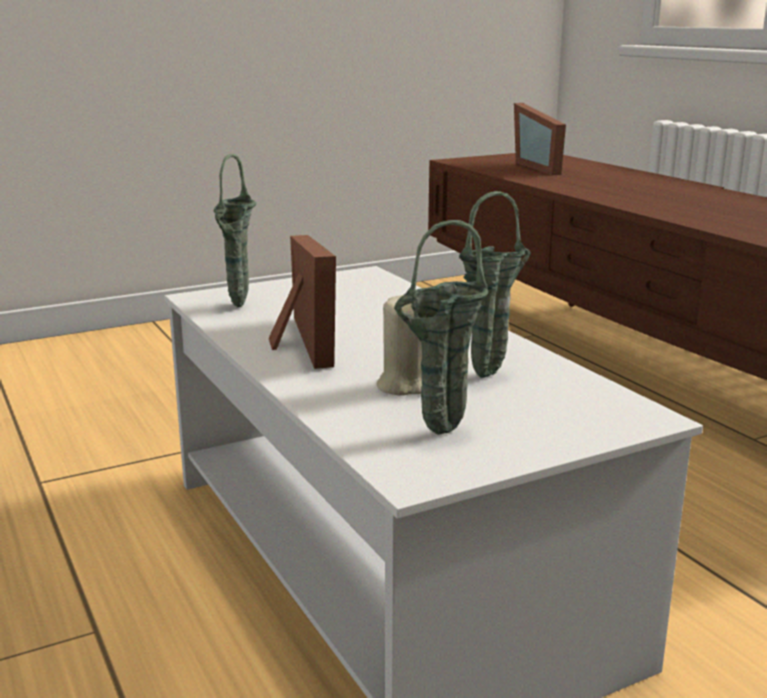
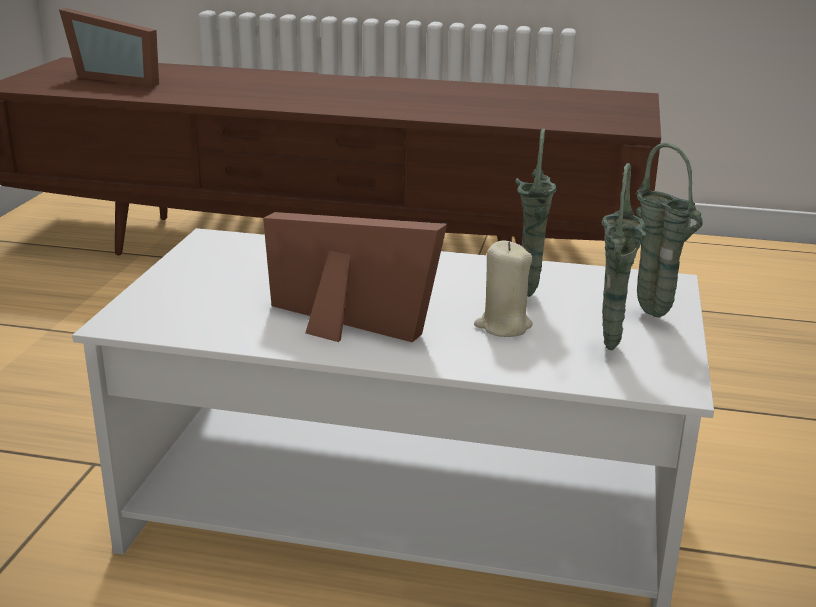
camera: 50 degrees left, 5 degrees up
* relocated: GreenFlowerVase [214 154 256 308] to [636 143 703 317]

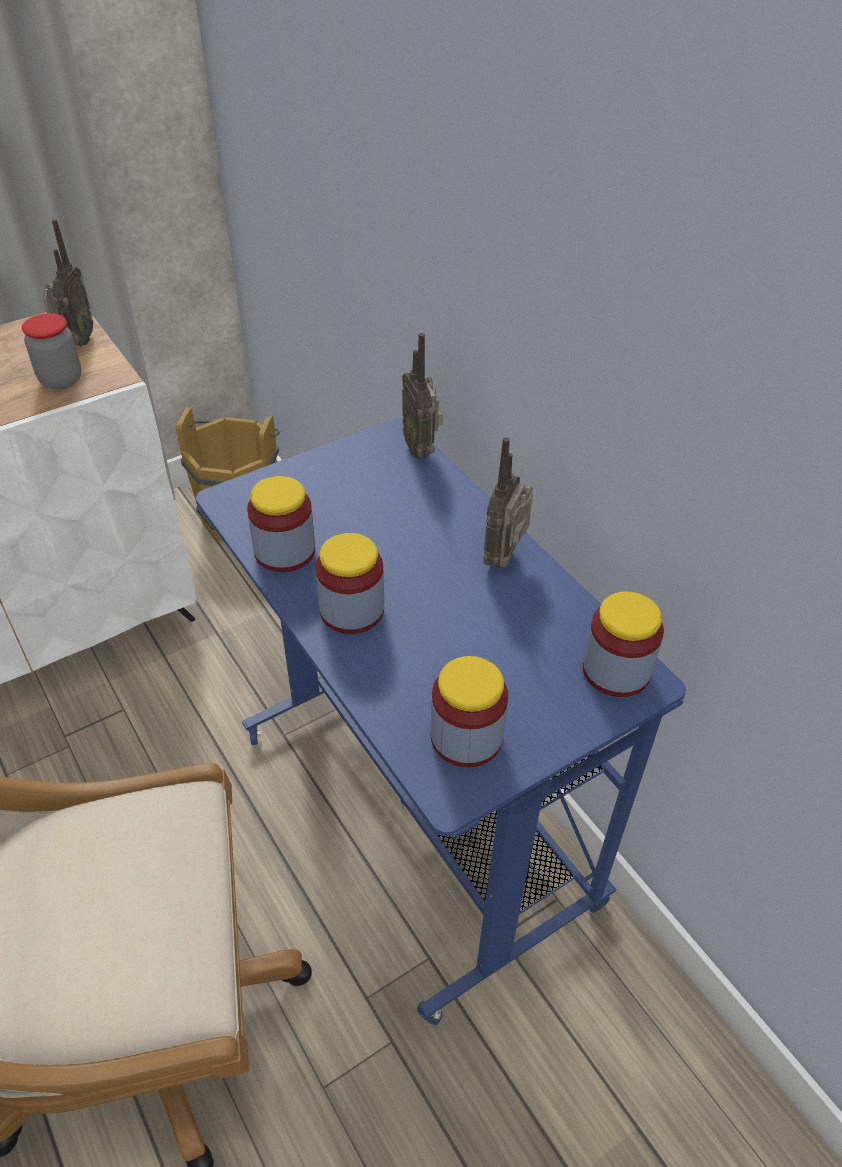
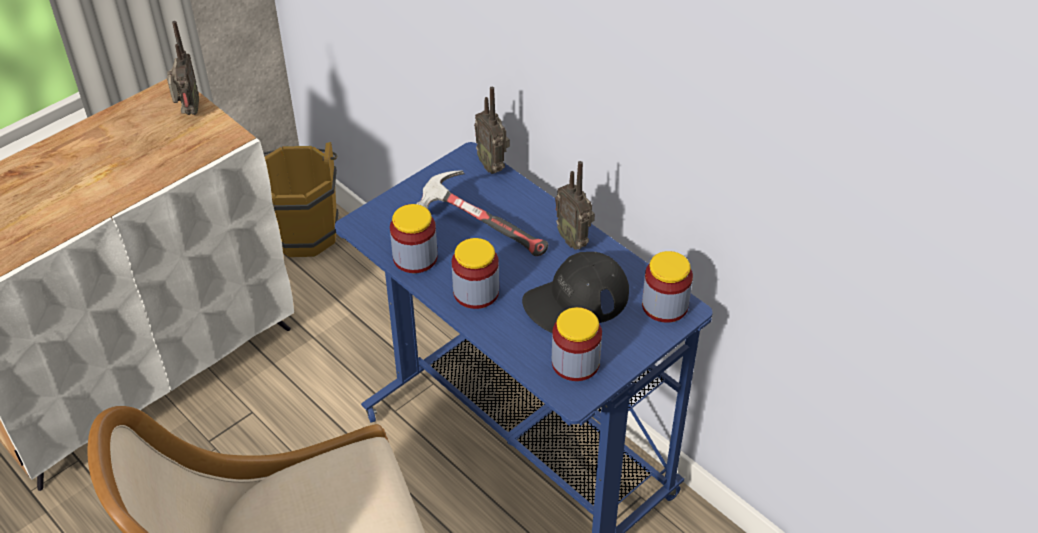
camera: 10 degrees left, 0 degrees up
* appeared: HandHammer [416 170 548 256]
* appeared: BlackishPeakedCap [522 252 629 333]
* spun: RadioReceiver [483 437 533 568] = [555 161 595 250] 45 degrees counterclockwise
* missing: StorageJar [22 313 82 389]

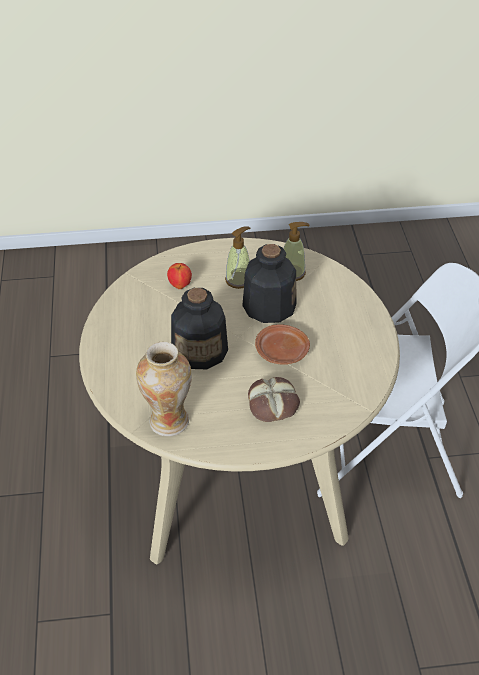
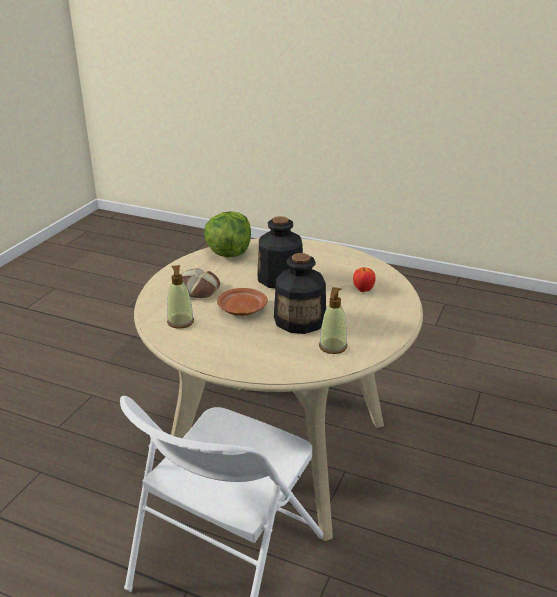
camera: 120 degrees right, 15 degrees down
* relocated: LiquidSoapBottle [225 226 250 289] to [167 265 194 329]
* exchanged: FlowerVase [136 342 192 436] to HeadOfLettuce [204 211 251 257]

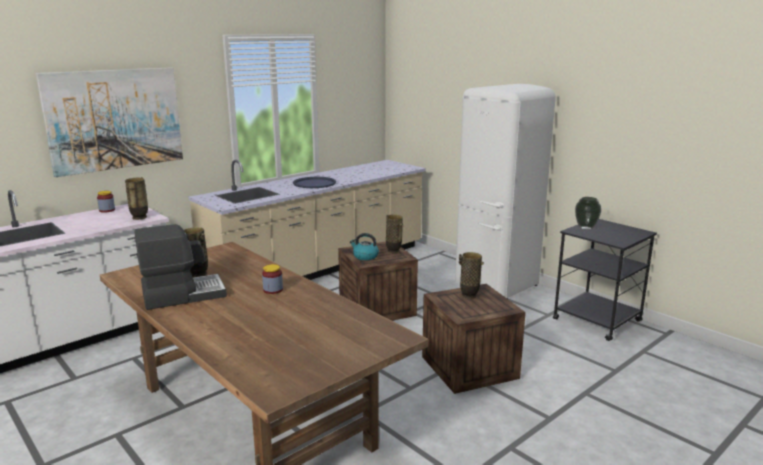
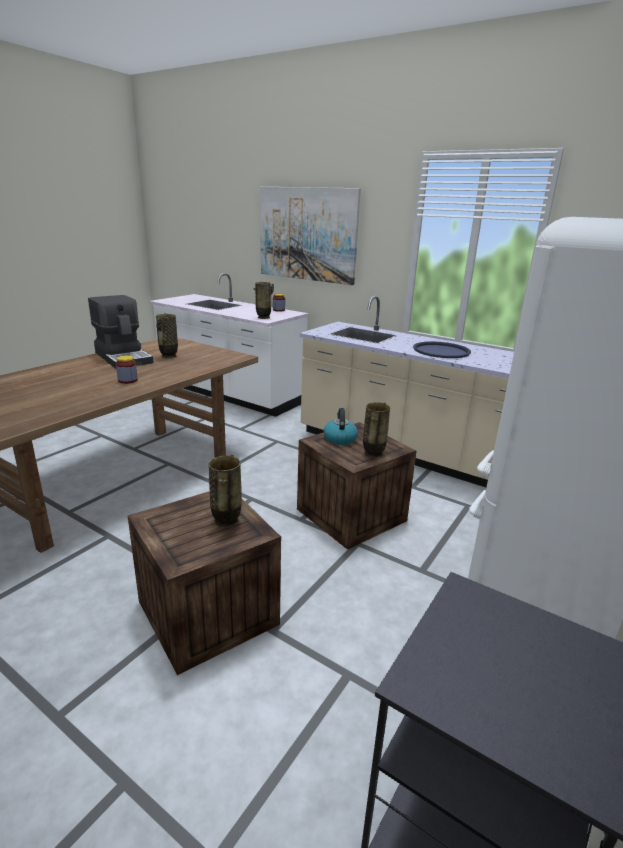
camera: 75 degrees right, 5 degrees up
* missing: FlowerVase [575 197 601 230]

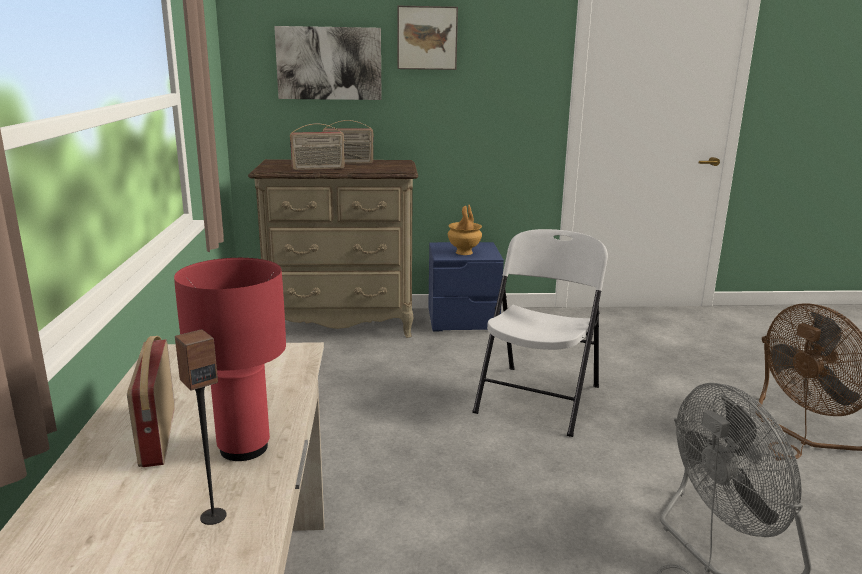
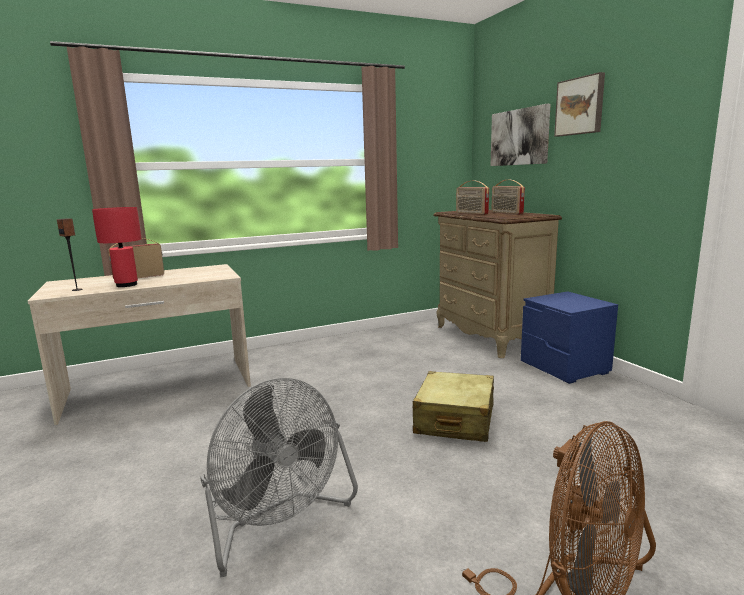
camera: 70 degrees right, 5 degrees down
* exchanged: WhiteColouredUprightChair [472 229 608 437] to BeigeSuitcase [413 371 494 442]
* missing: BrownishFlowerVase [448 205 482 255]

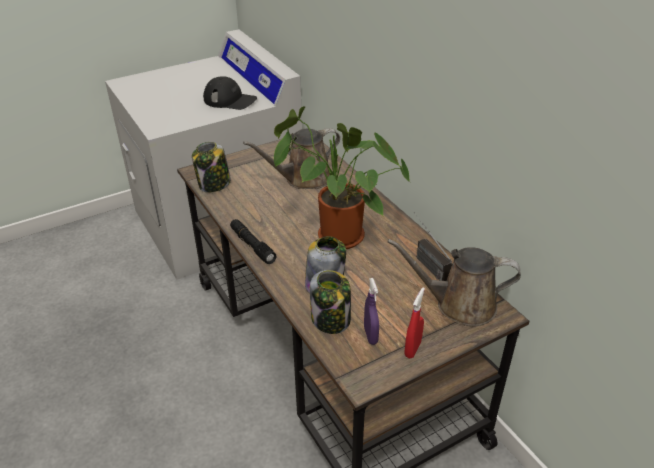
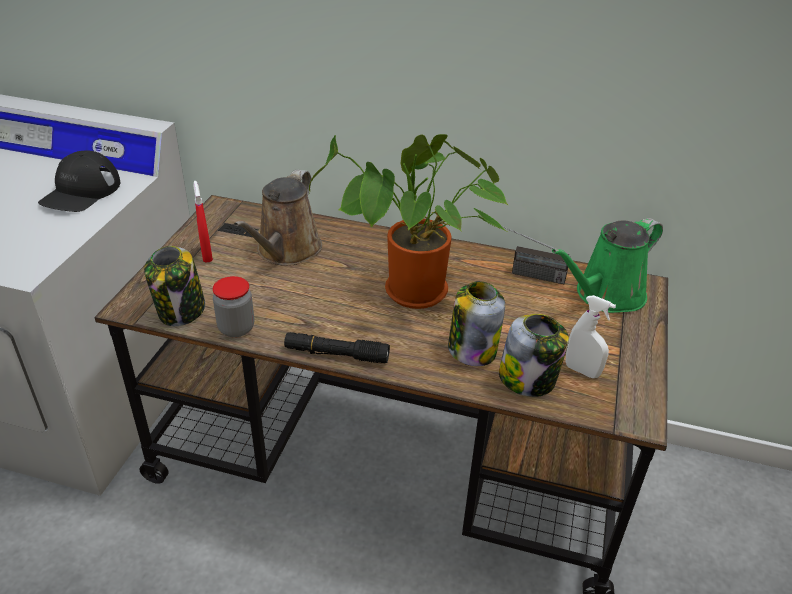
camera: 45 degrees left, 0 degrees up
* spun: BlackishPeakedCap [203 76 257 110] = [38 150 120 212] 135 degrees clockwise
* relocated: RedSprayBottle [405 288 425 358] to [193 181 213 263]
* appeared: StorageJar [213 276 254 337]
* colour: BrownishSprinklingCan [388 239 521 326] to GreenSprinklingCan [552 218 663 313]
* colour: PurpleColouredSprayBottle [364 278 379 345] to WhiteColouredSprayBottle [565 295 616 378]

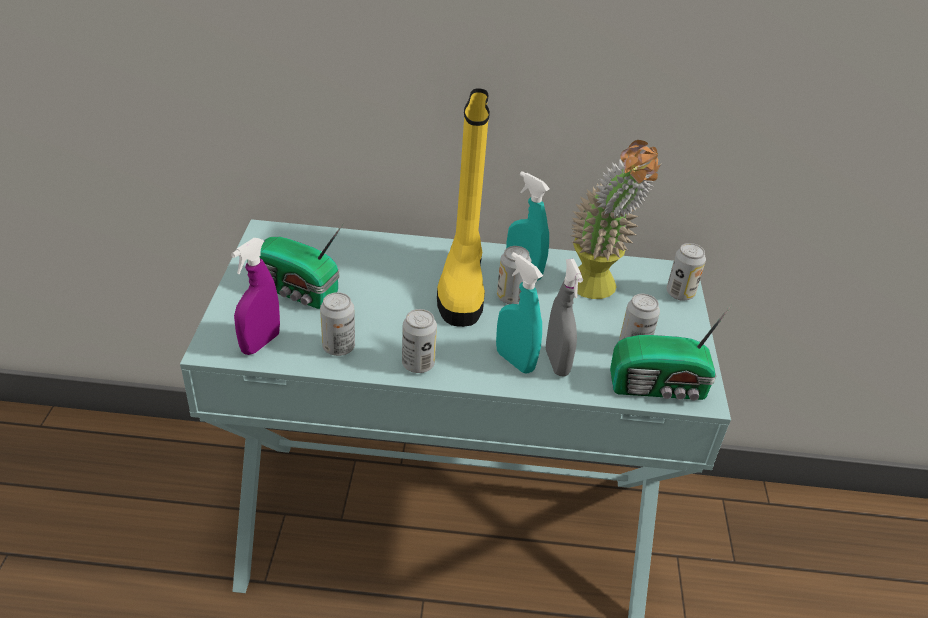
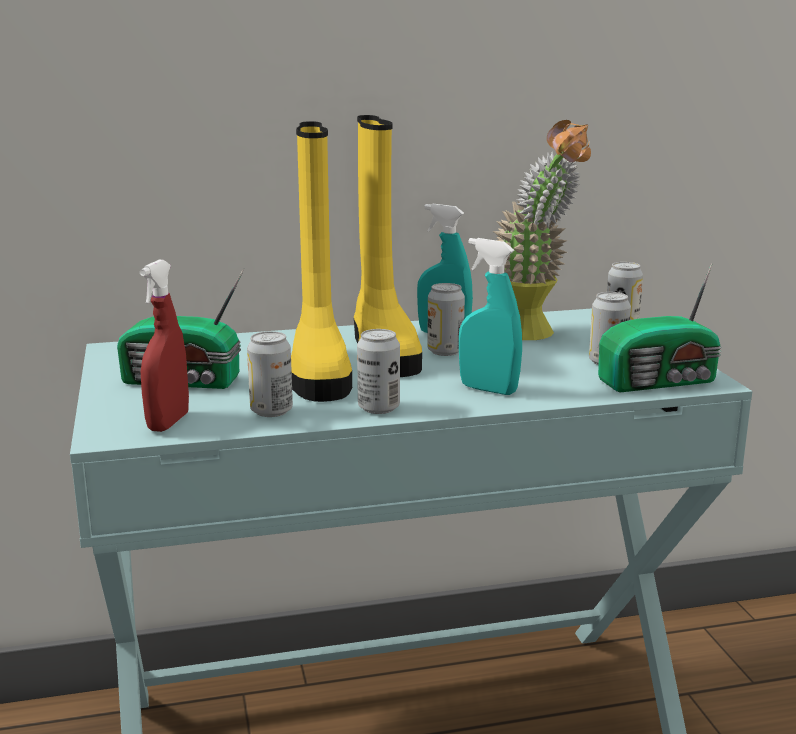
camera: 15 degrees left, 20 degrees down
* colour: PurpleColouredSprayBottle [231 238 280 355] to RedSprayBottle [139 260 189 432]
* appeared: YellowColouredTallBoot [291 121 352 402]
* missing: GraySprayBottle [546 259 583 376]

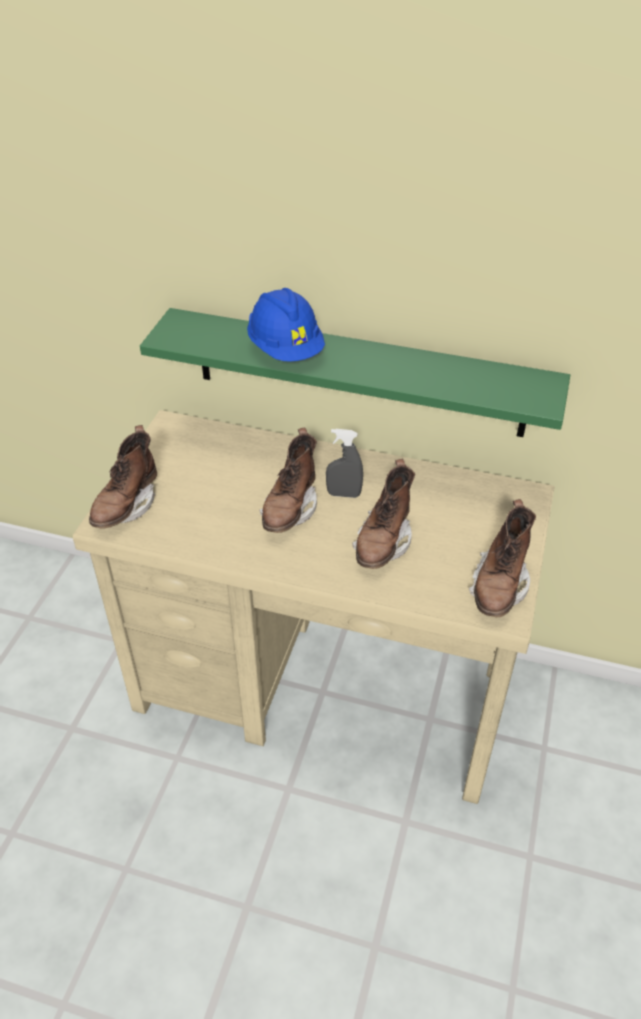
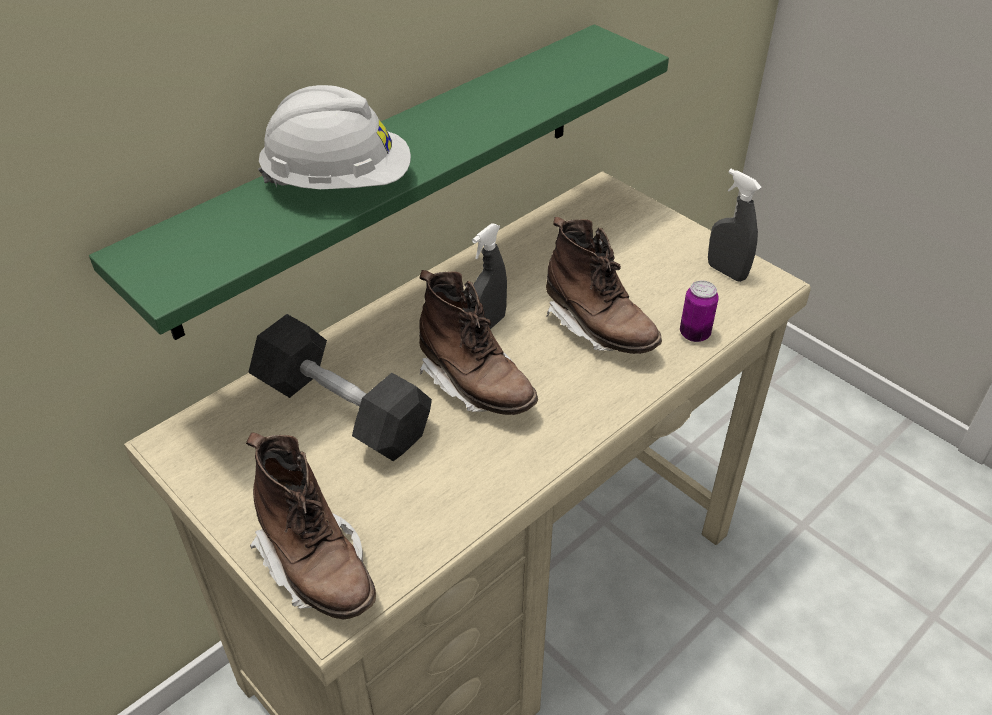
camera: 60 degrees left, 0 degrees up
* appeared: BlackishDumbbell [248 314 432 461]
* colour: BluishWorkHelmet [247 288 325 362] to WhiteColouredWorkHelmet [258 85 411 189]
* appeared: MetalCan [680 280 719 342]
* exchanged: BrownishTallBoot [469 499 536 617] to GraySprayBottle [708 169 762 282]

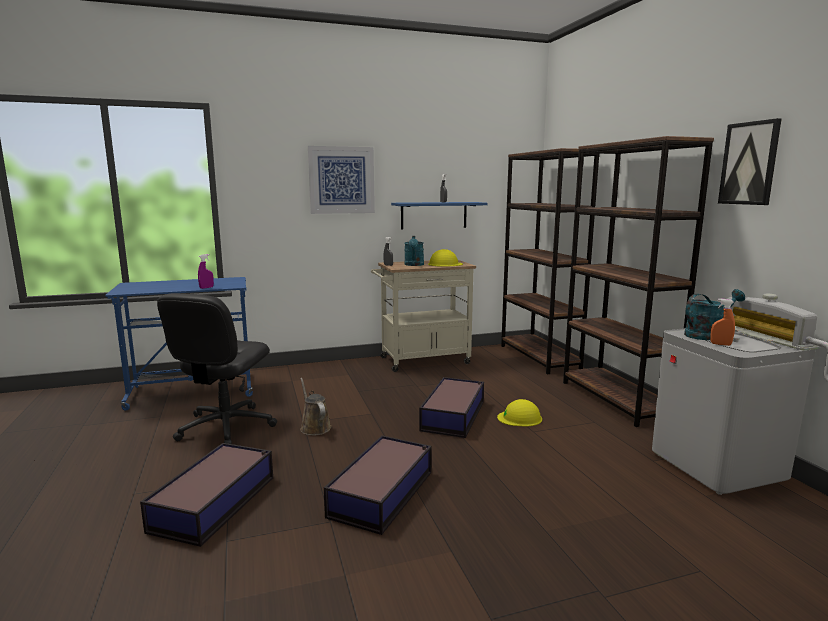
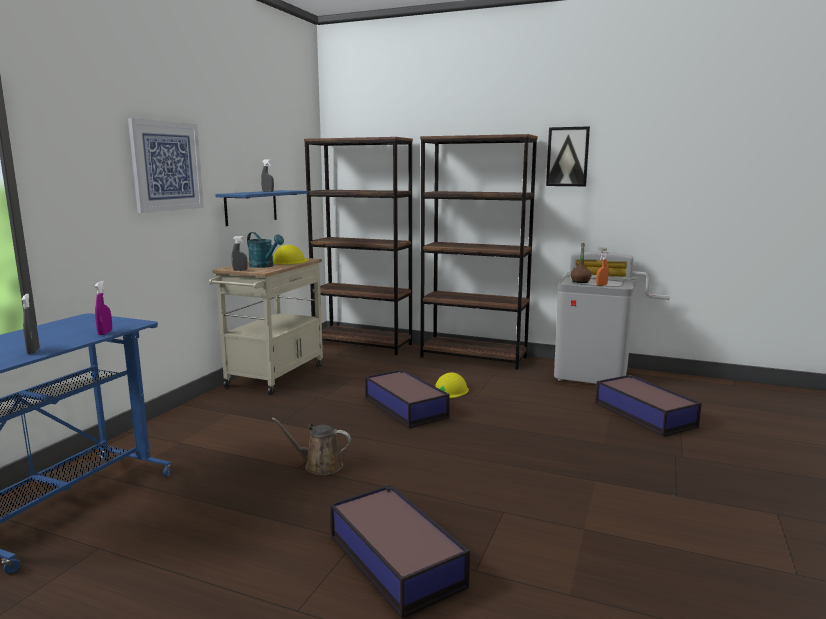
camera: 50 degrees left, 0 degrees up
* appeared: GraySprayBottle [22 294 39 354]
* exchanged: TurquoiseSprinklingCan [684 289 745 340] to BrownishBeverageBottle [570 243 592 283]
* relocated: StorageBox [324 435 432 535] to [595 375 702 437]
* missing: BlackishComputerChair [157 293 277 444]

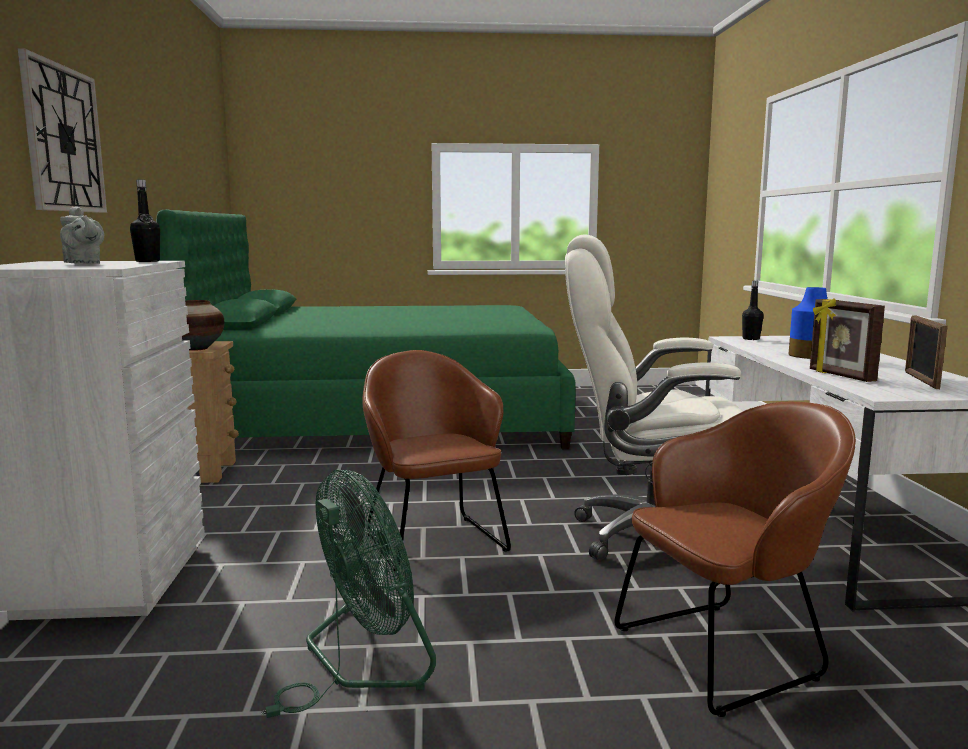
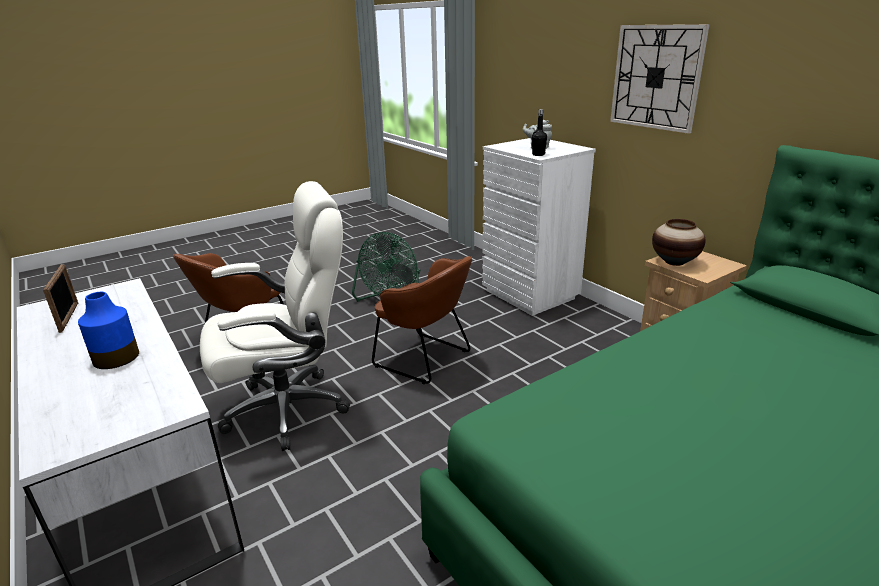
camera: 150 degrees right, 15 degrees up
* missing: BlackishBeverageBottle [742 281 763 340]
* missing: PhotoFrame [810 298 885 382]

